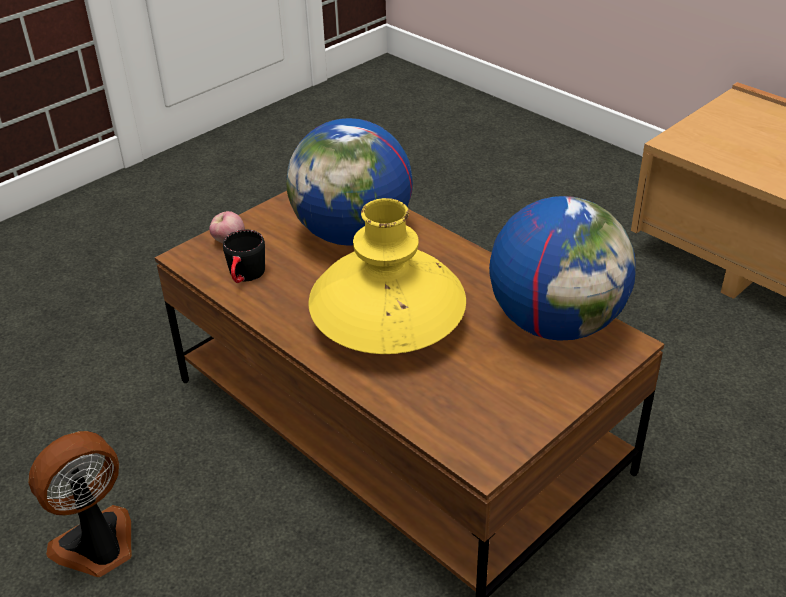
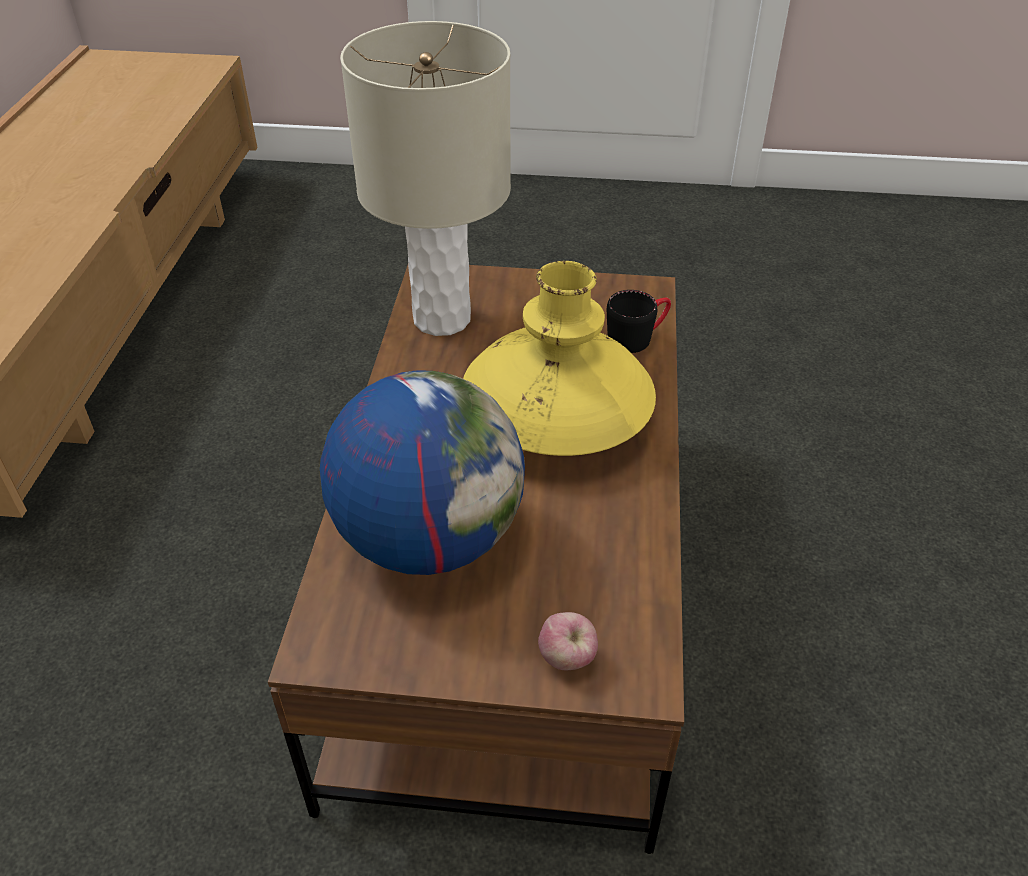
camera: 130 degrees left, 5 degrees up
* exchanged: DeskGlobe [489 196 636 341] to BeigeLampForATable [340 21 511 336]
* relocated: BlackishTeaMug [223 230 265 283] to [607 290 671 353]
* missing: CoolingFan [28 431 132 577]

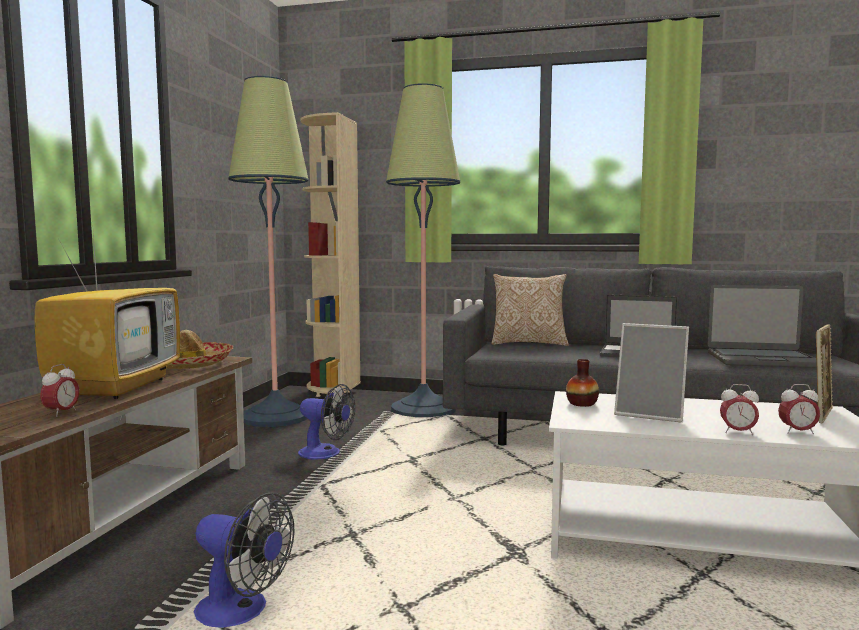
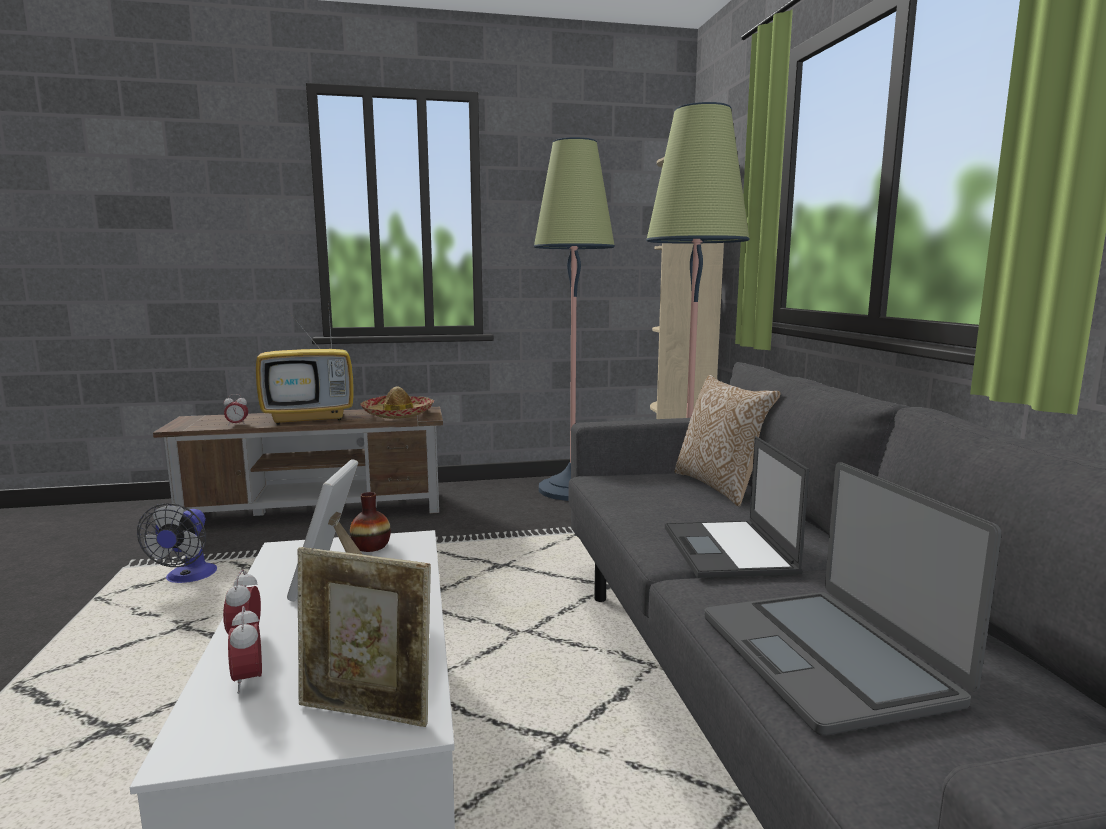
camera: 65 degrees right, 5 degrees up
* missing: CoolingFan [298 384 355 460]

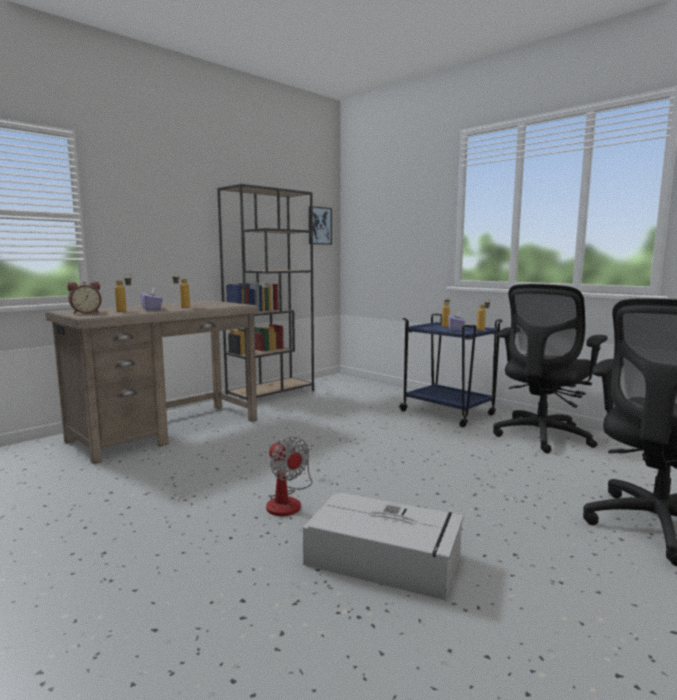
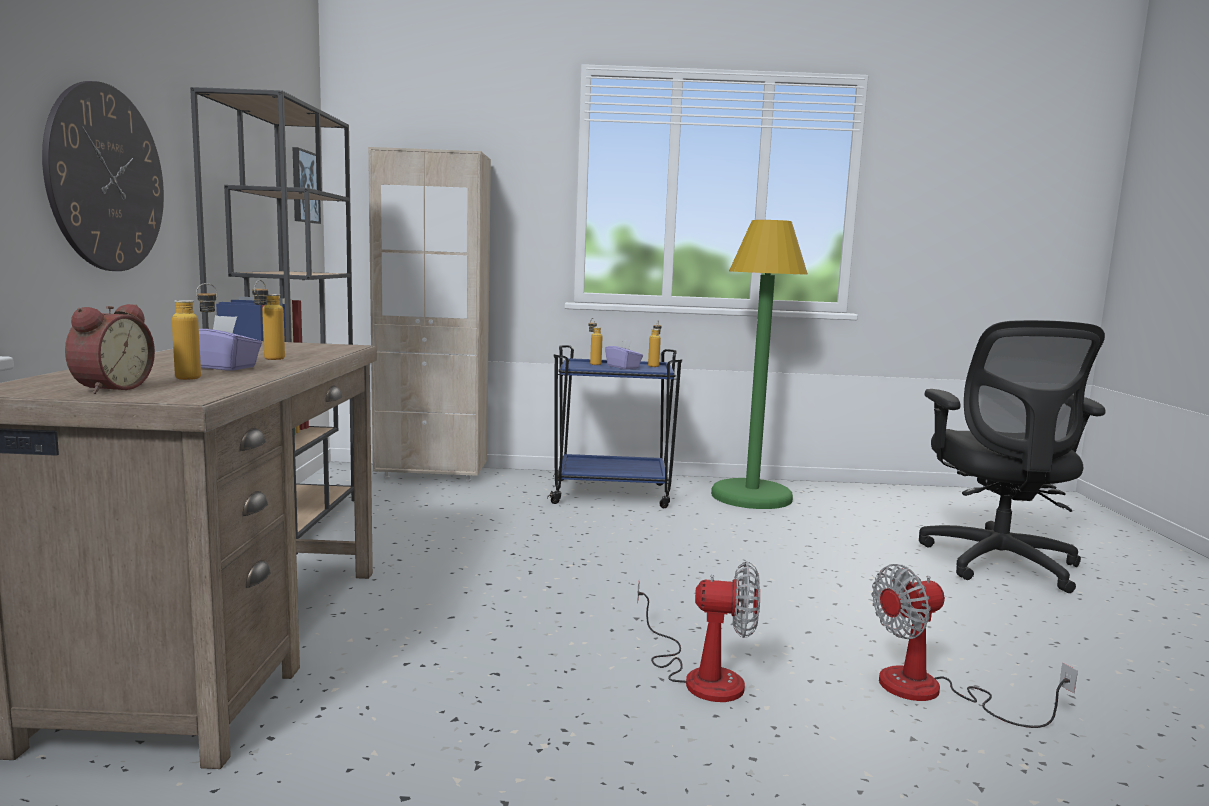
camera: 45 degrees left, 0 degrees up
* appeared: ClockOnTheWall [42 81 164 271]
* appeared: BeigeCabinet [368 147 491 482]
* exchanged: BlackishComputerChair [493 284 607 453] to GreenStandingLamp [711 220 808 509]
* exchanged: GrayStorageBox [303 492 464 600] to CoolingFan [871 564 1078 728]

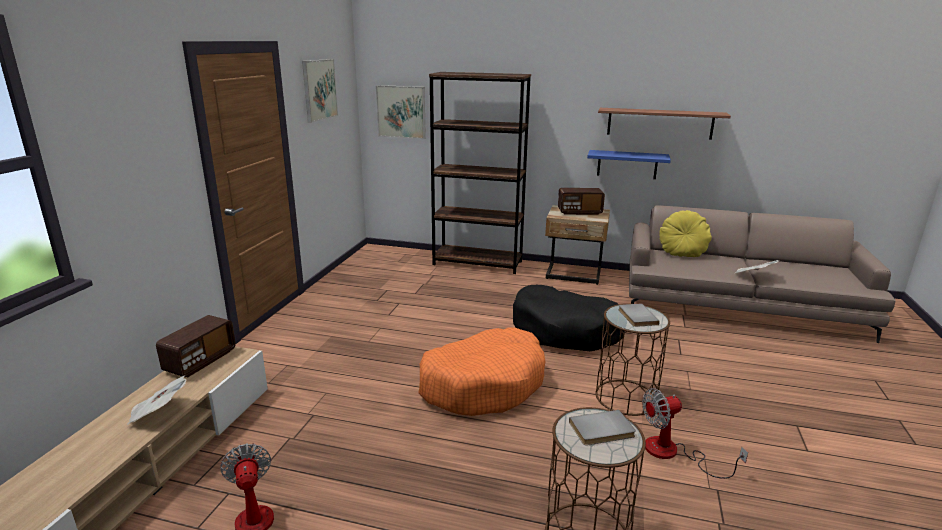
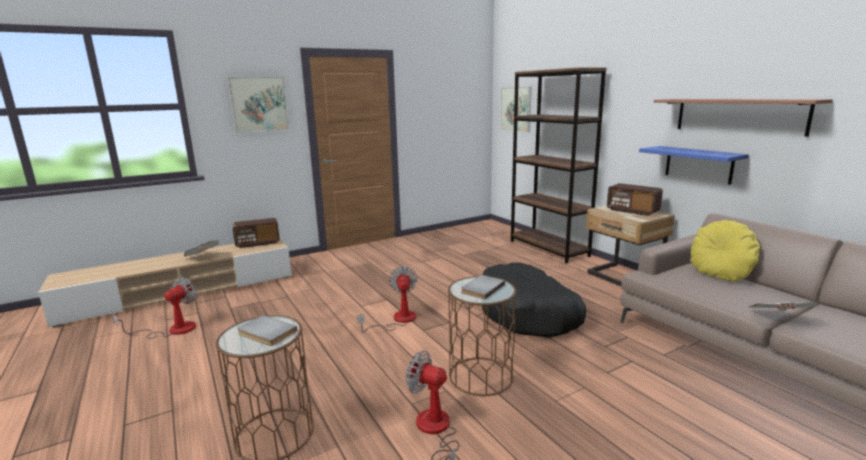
camera: 45 degrees right, 5 degrees down
* relocated: WallArt [302 59 338 123] to [227 77 290 133]
* exchanged: OrangeyPetBed [418 328 546 416] to CoolingFan [357 266 418 333]

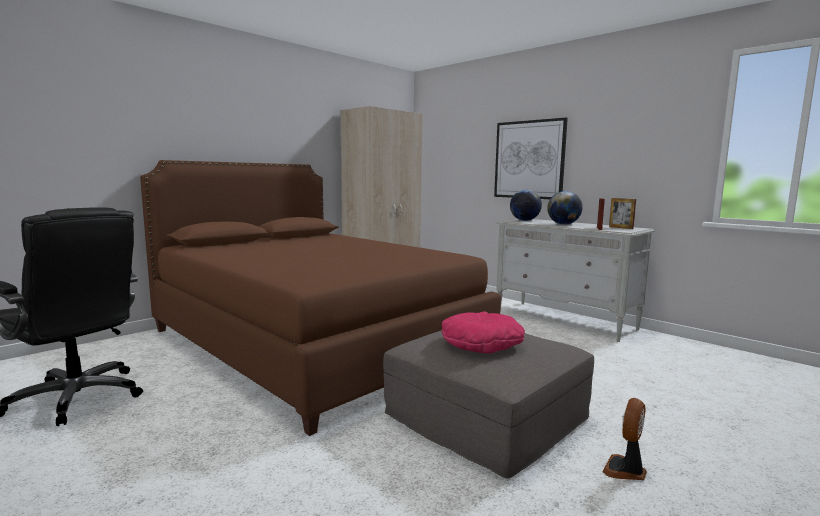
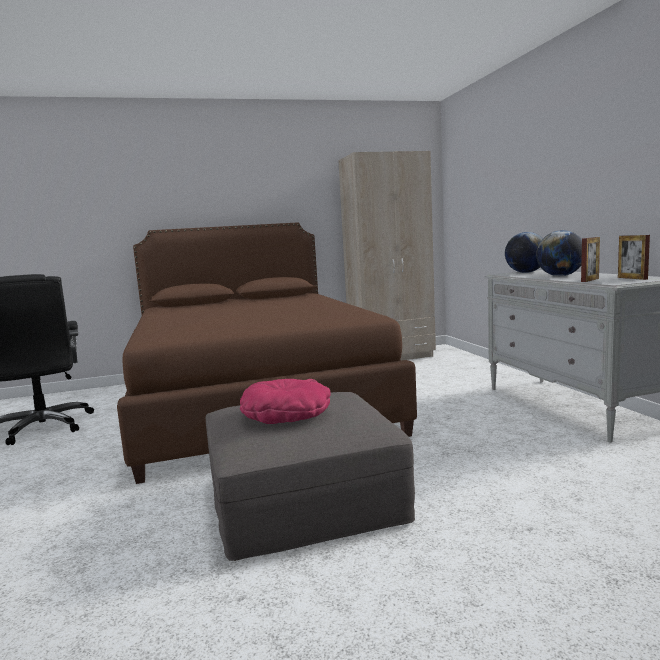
camera: 30 degrees right, 0 degrees up
* missing: WallArt [494 118 568 199]
* missing: CoolingFan [603 398 647 480]

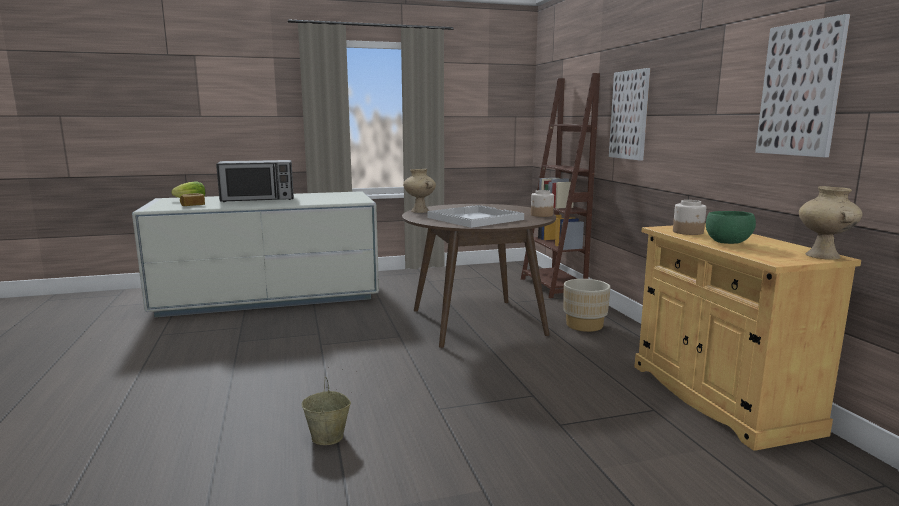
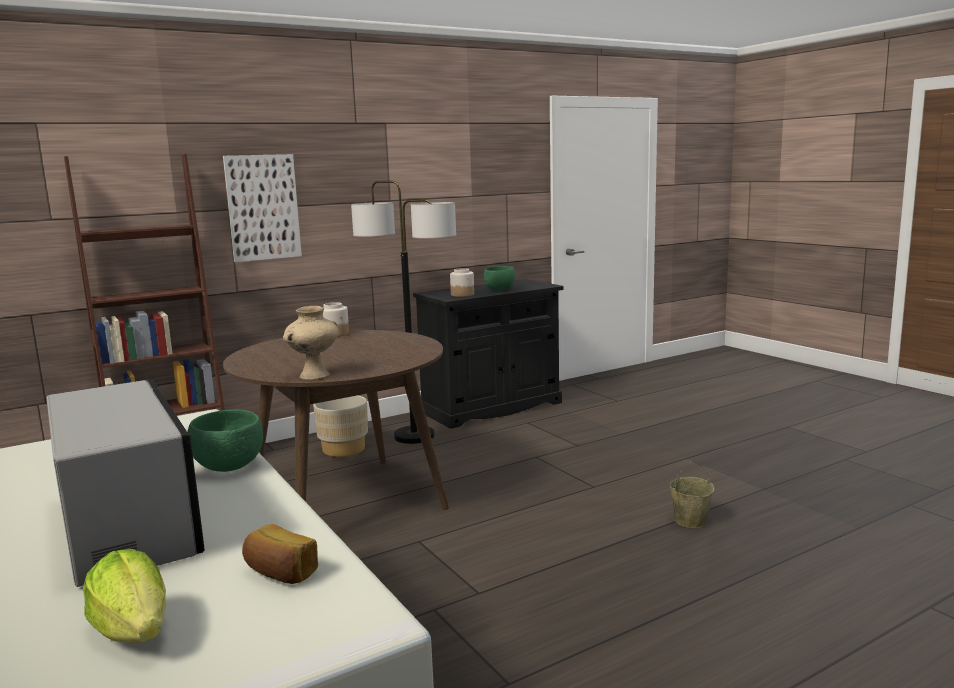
camera: 105 degrees left, 0 degrees up
* appeared: GreenBowl [187 410 263 472]
* appeared: StandingLamp [351 181 456 444]
* colour: BeigeCabinet [634 224 861 451] to BlackishCabinet [413 279 564 429]
* missing: WhiteColouredCarryingTray [427 205 524 228]
* missing: WallArt [755 14 850 157]
* missing: BeigeFlowerVase [799 186 863 260]

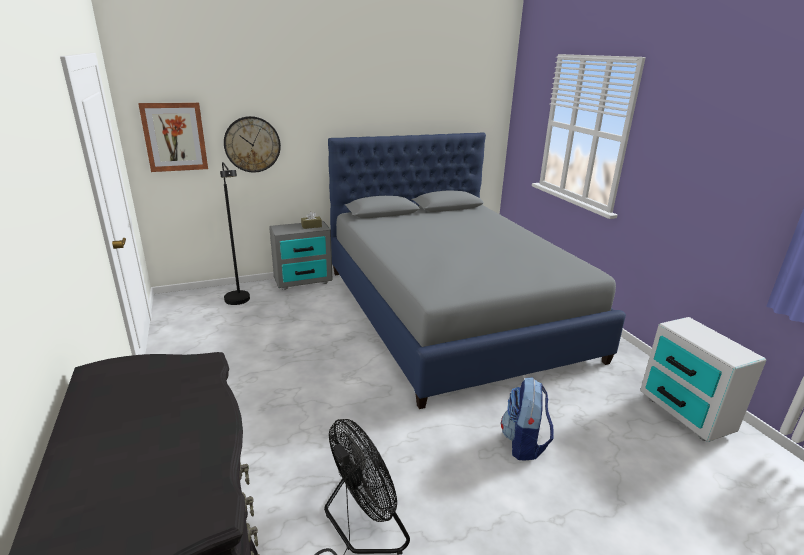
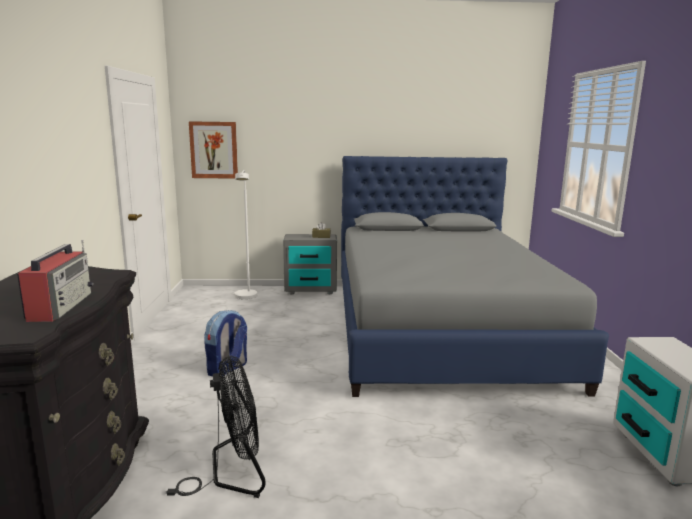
camera: 20 degrees right, 10 degrees down
* appeared: RadioReceiver [17 240 93 322]
* relocated: Knapsack [501 378 554 460] to [204 310 247 376]
* colour: BlackishStandingLamp [220 162 250 305] to WhiteColouredStandingLamp [234 170 257 300]
* missing: ClockOnTheWall [224 116 281 172]

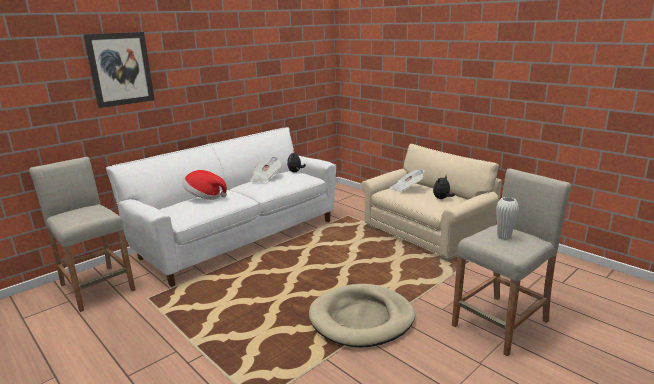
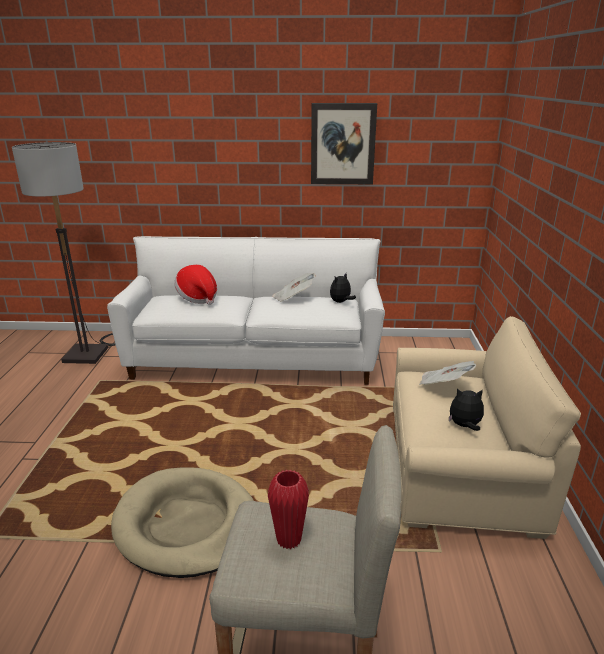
camera: 45 degrees right, 5 degrees up
* exchanged: BeigeSittingStool [29 157 136 312] to StandingLamp [12 142 116 364]
* colour: WhiteColouredFlowerVase [496 197 519 240] to RedFlowerVase [268 470 309 549]
* relocated: WallArt [84 32 155 108] to [311 103 377 184]

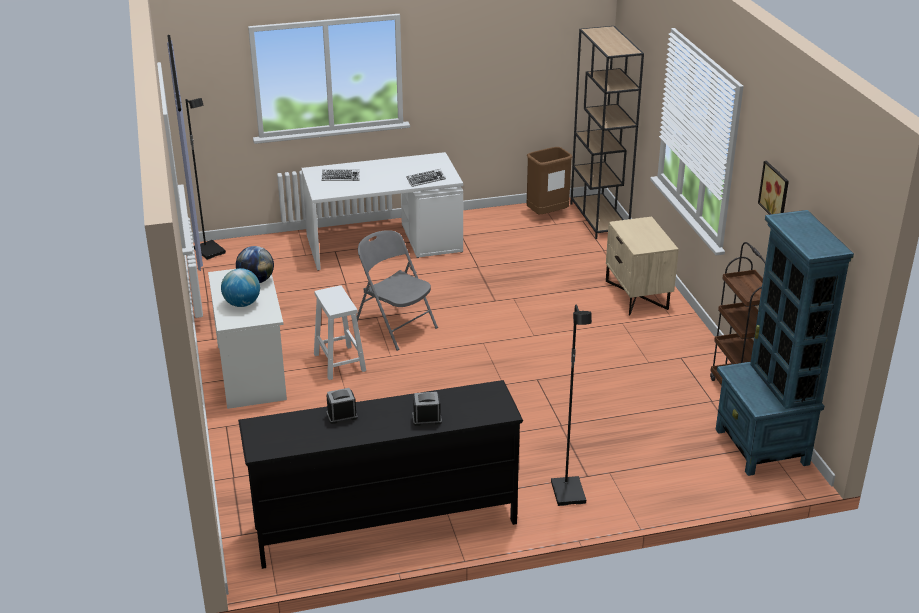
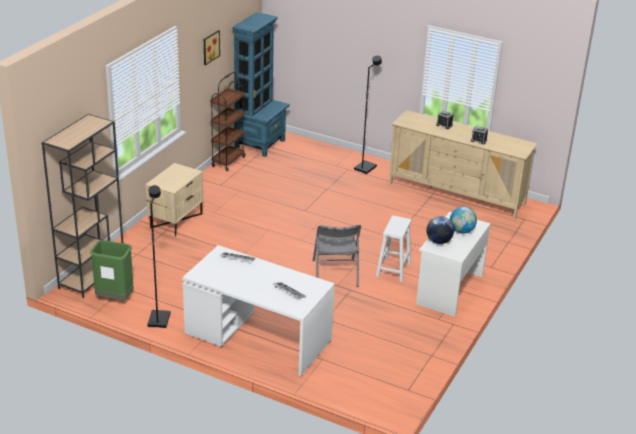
camera: 140 degrees left, 0 degrees up
* colour: BrownishRubbishBin [527 147 573 214] to GreenRubbishBin [90 240 134 300]
* relocated: BlackishStandingLamp [185 98 226 260] to [147 185 171 328]
* colour: BlackishDrawerChest [238 380 523 569] to BeigeDrawerChest [389 110 537 220]

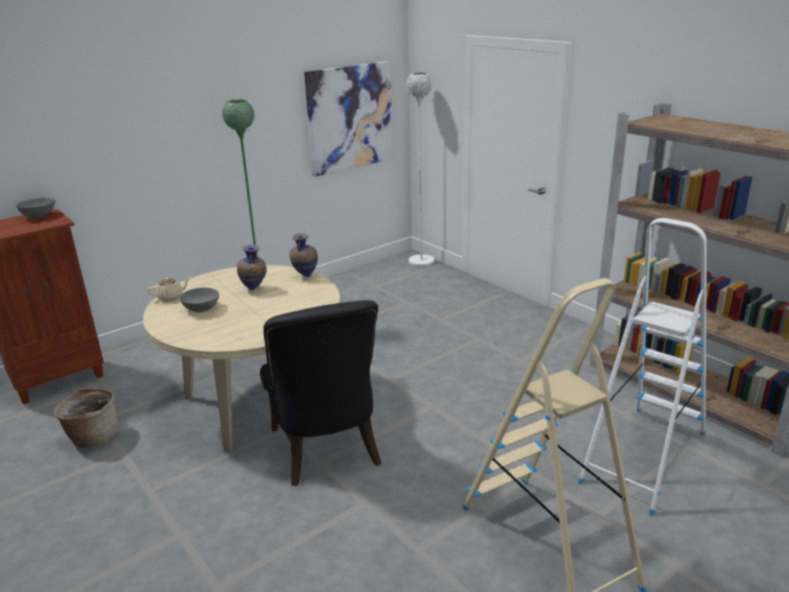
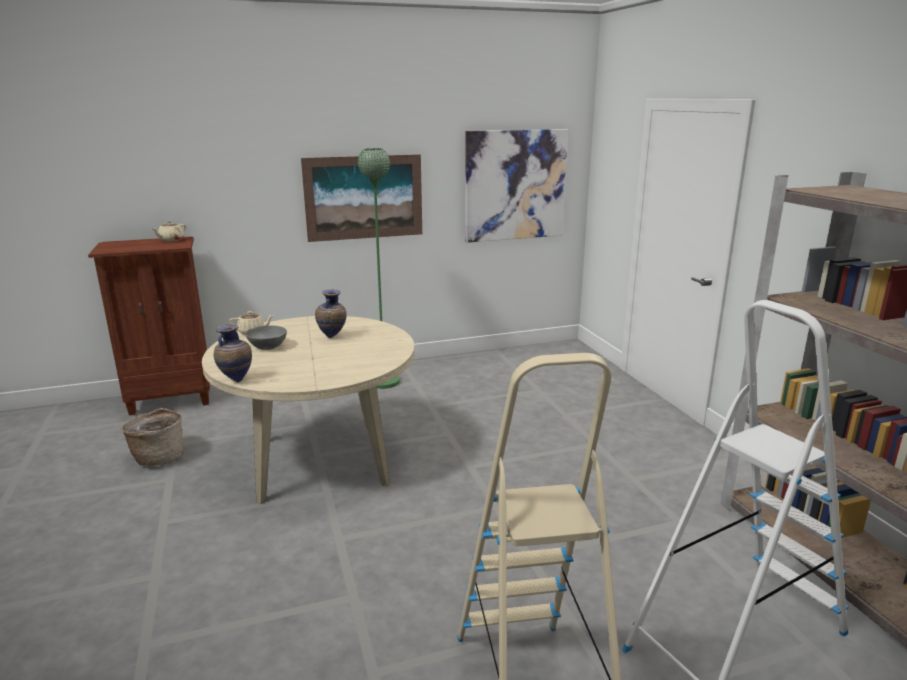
camera: 20 degrees right, 5 degrees down
* exchanged: GrayBowl [16 197 55 218] to BeigePotForTea [151 221 186 242]
* relocated: FlowerVase [290 233 318 277] to [214 324 252 383]
* appeared: WallArt [301 154 422 242]
* missing: BlackishUprightChair [260 300 382 486]
* missing: WhiteColouredStandingLamp [407 72 434 267]

